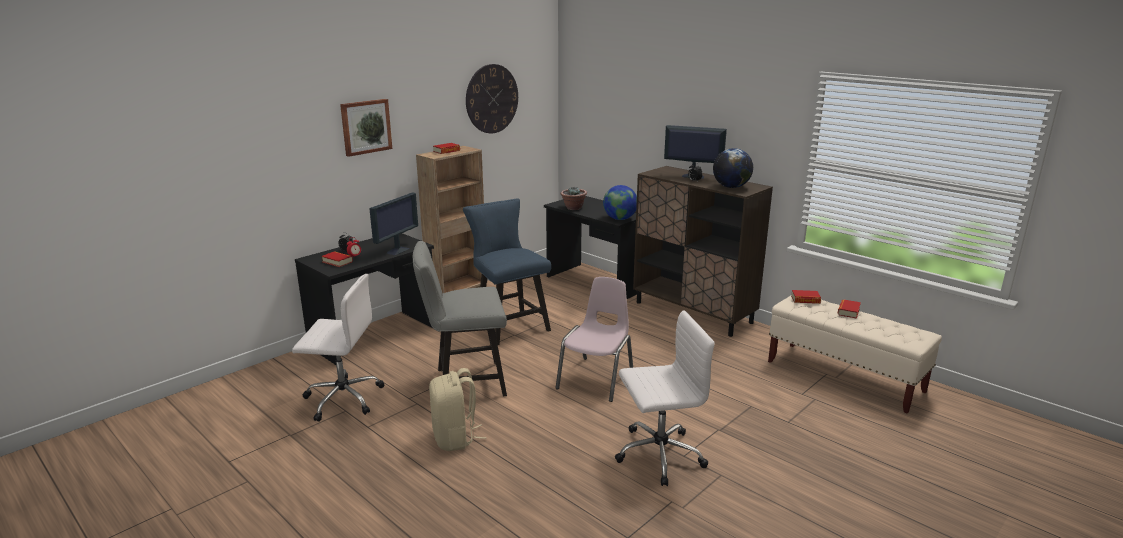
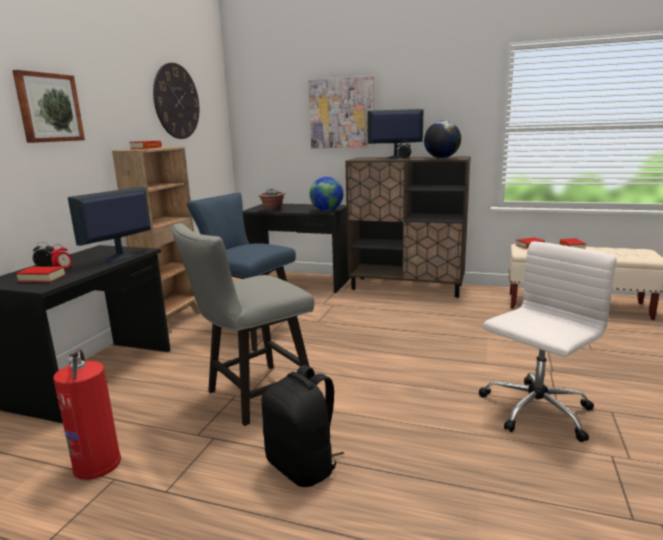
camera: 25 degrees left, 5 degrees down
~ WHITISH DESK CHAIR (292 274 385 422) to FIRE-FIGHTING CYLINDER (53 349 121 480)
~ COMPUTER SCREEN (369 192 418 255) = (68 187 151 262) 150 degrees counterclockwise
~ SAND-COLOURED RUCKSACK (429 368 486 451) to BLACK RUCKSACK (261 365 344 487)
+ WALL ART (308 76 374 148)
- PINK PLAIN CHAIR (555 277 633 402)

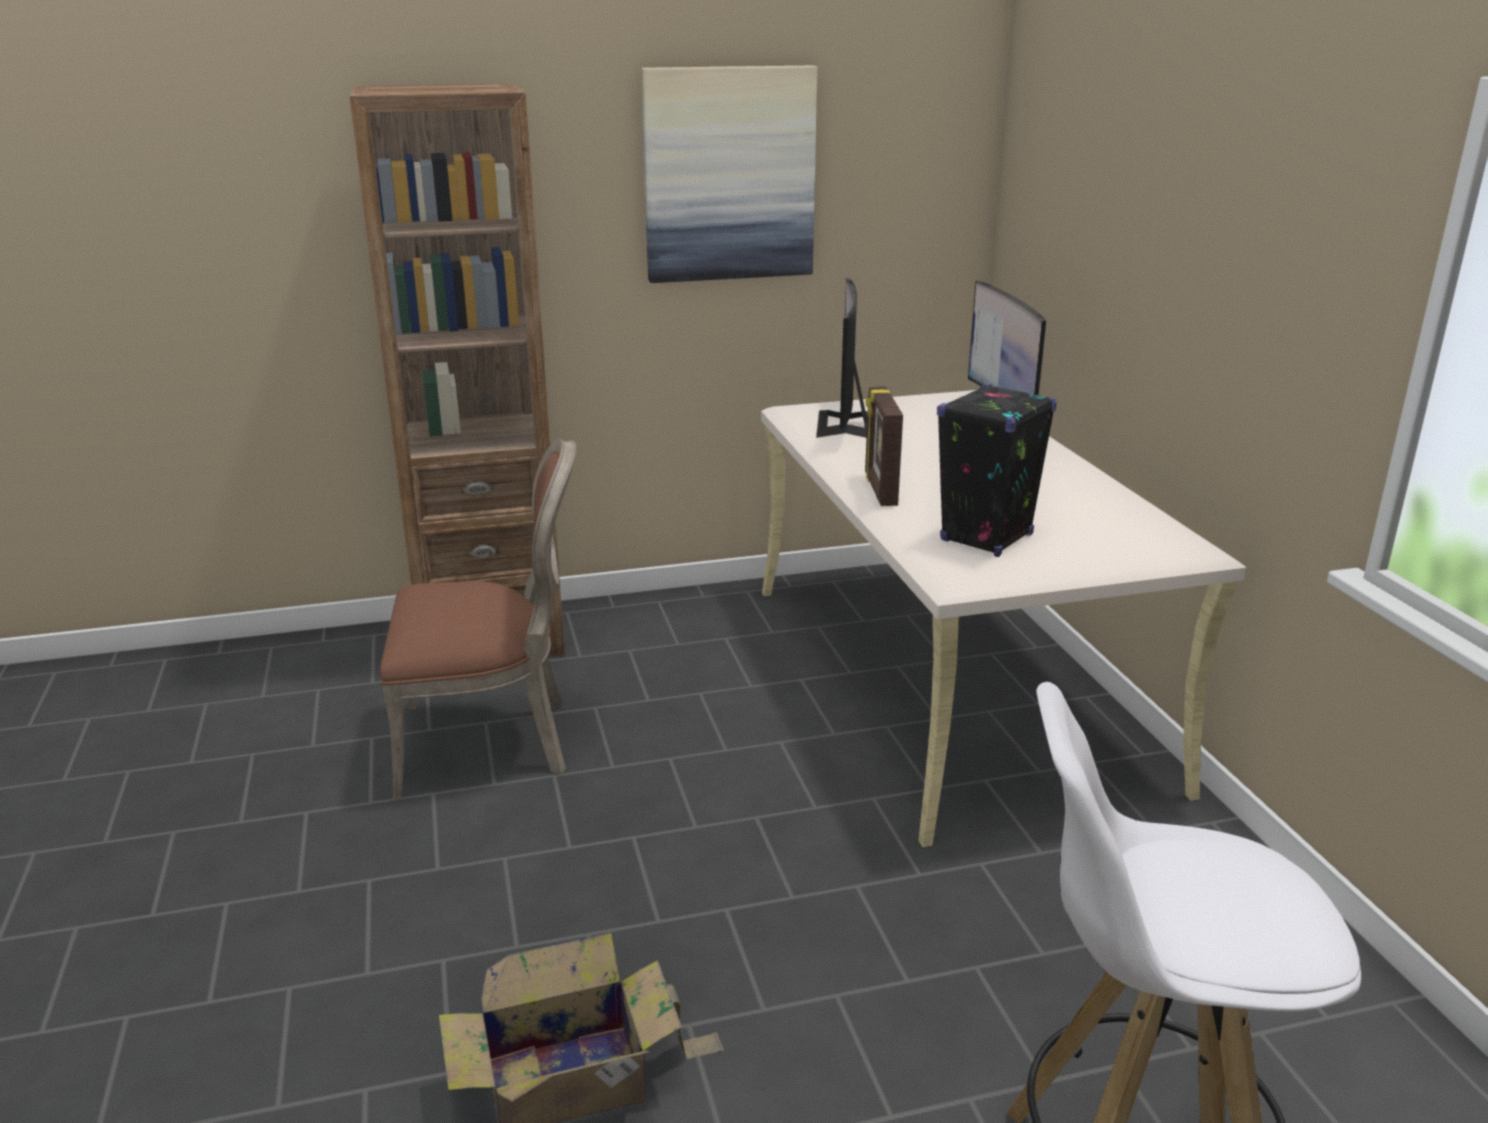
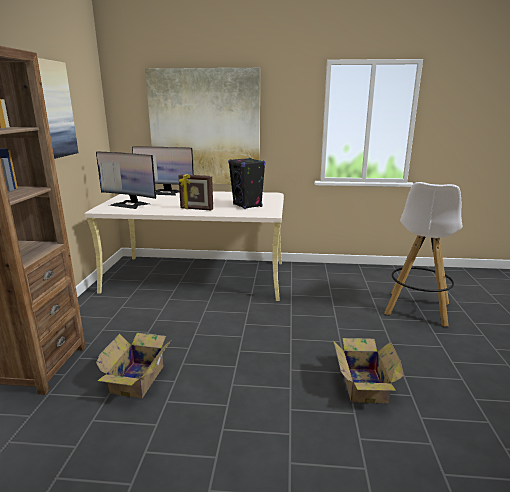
camera: 70 degrees left, 5 degrees down
~ BROWNISH PLAIN CHAIR (380 439 576 800) to PACKING BOX (96 333 171 398)
+ WALL ART (145 68 260 184)

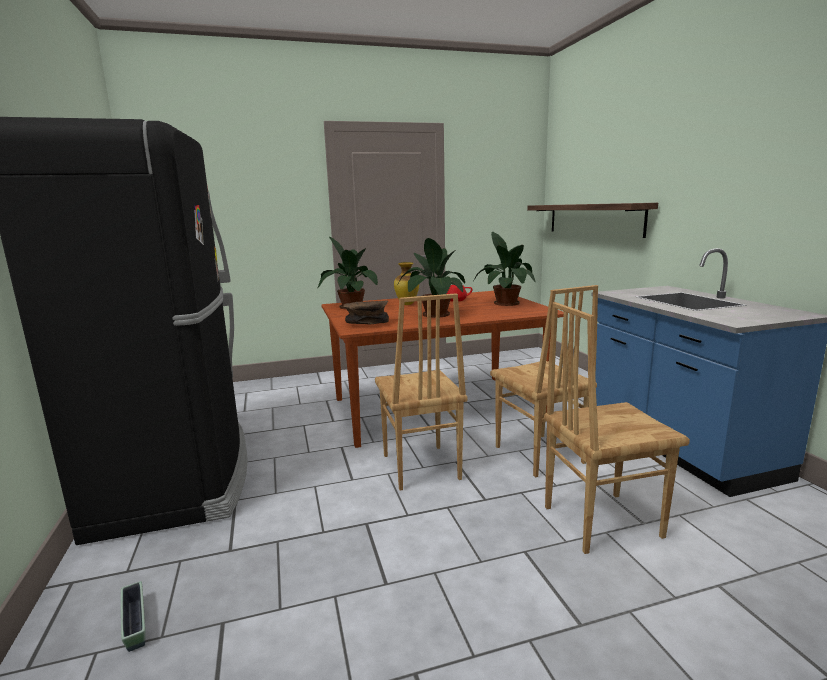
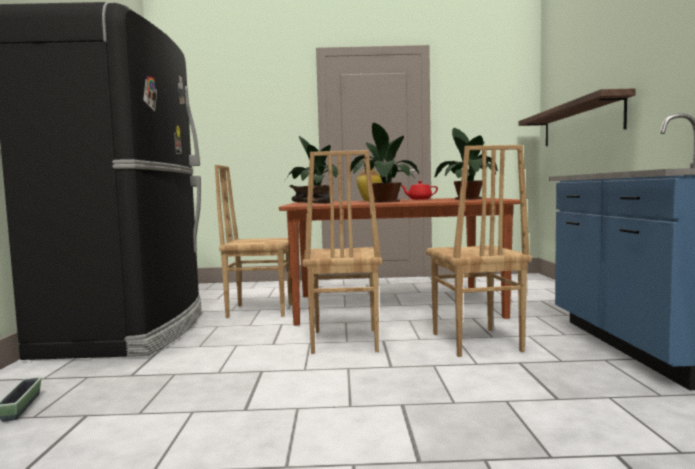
camera: 15 degrees right, 10 degrees down
~ BROWNISH PLAIN CHAIR (544 302 690 554) to (215 165 292 318)

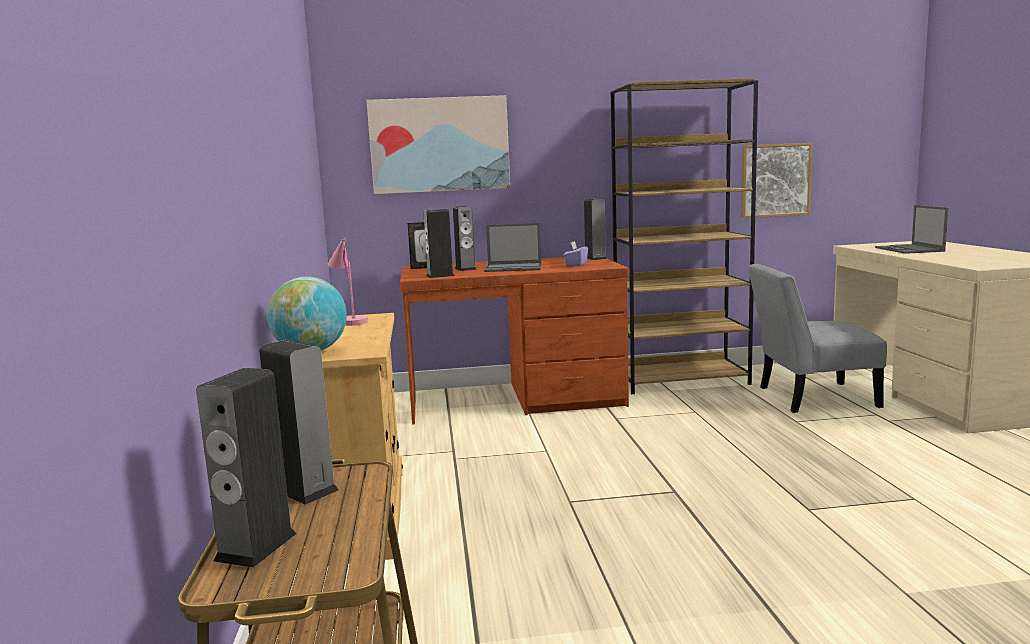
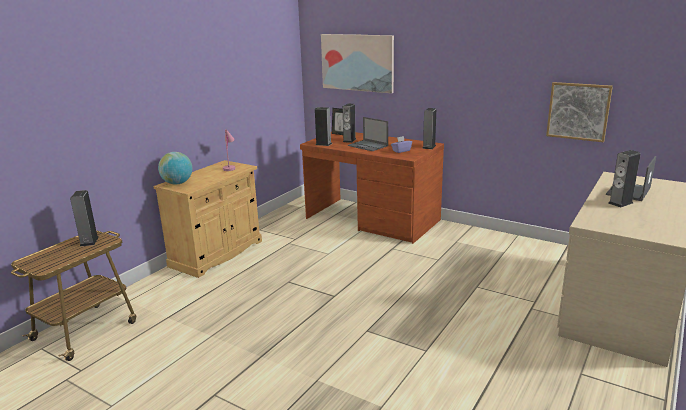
camera: 40 degrees right, 10 degrees up
~ SPEAKER (196 368 297 568) to (608 150 641 207)
- BROWNISH BOOKCASE (611 78 758 394)
- GREY PLAIN CHAIR (748 264 887 413)

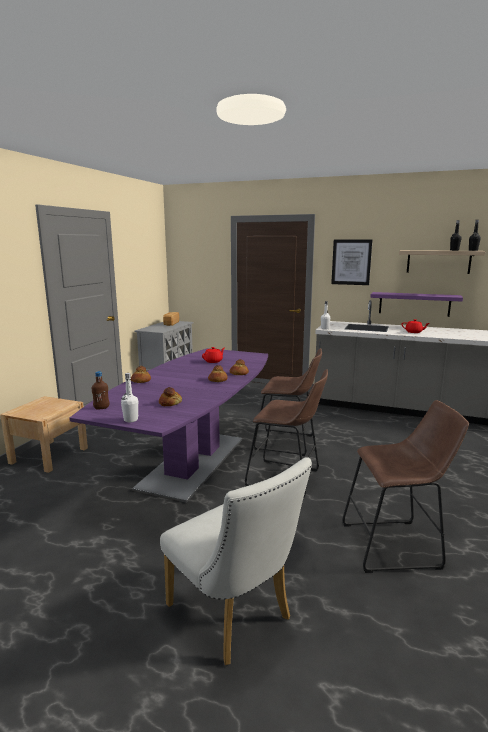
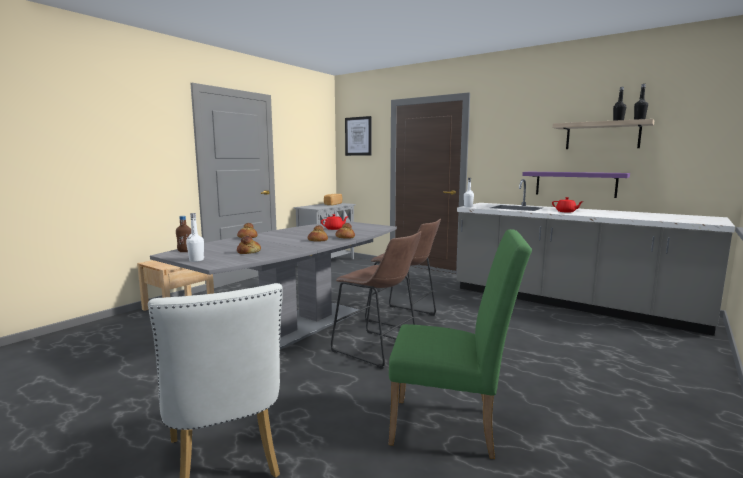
camera: 15 degrees right, 5 degrees down
~ PURPLE-COLOURED KITCHEN TABLE (69 348 268 503) to GREY KITCHEN TABLE (150 221 397 350)
~ WALL ART (331 240 372 285) to (345 116 371 156)
~ BROWNISH SITTING STOOL (342 400 469 573) to GREEN-COLOURED PLAIN CHAIR (389 229 532 459)

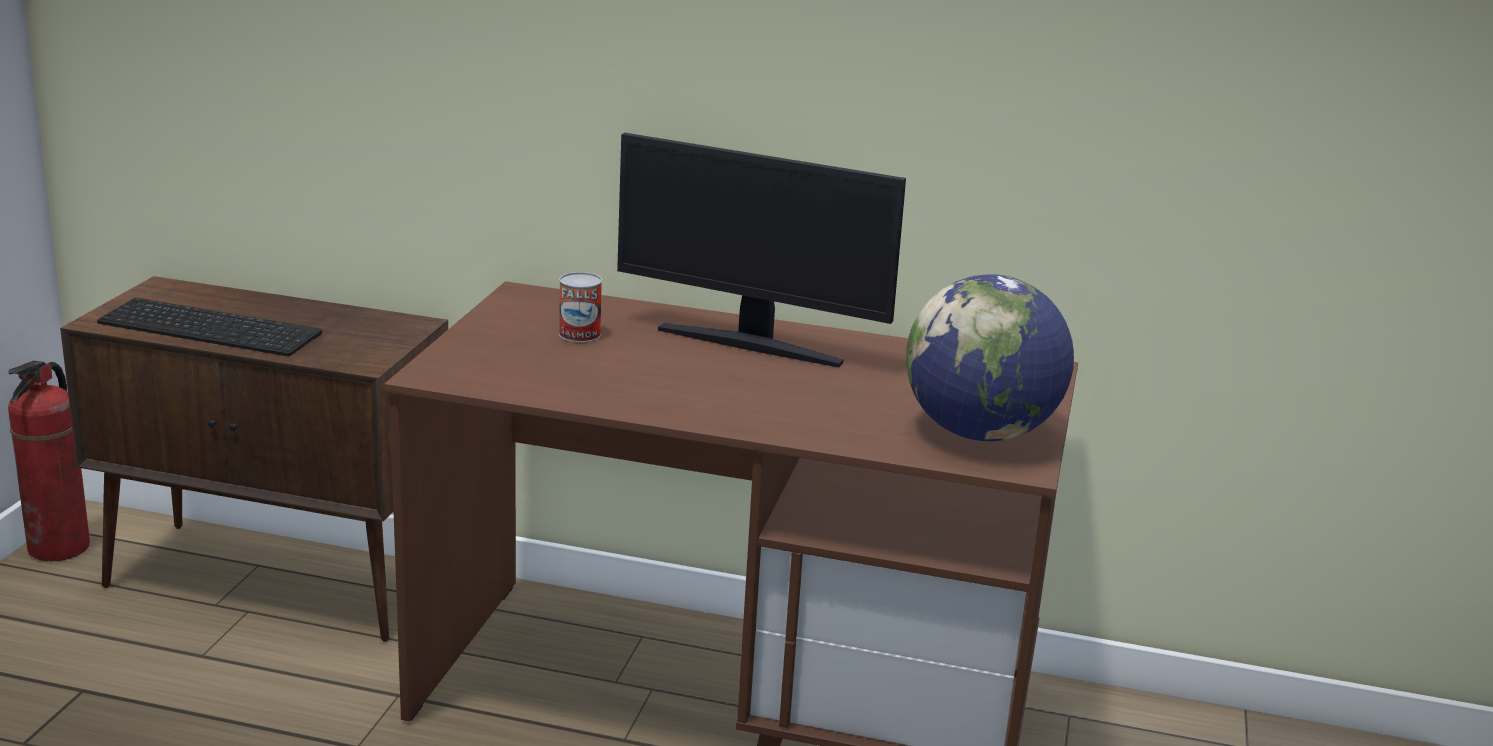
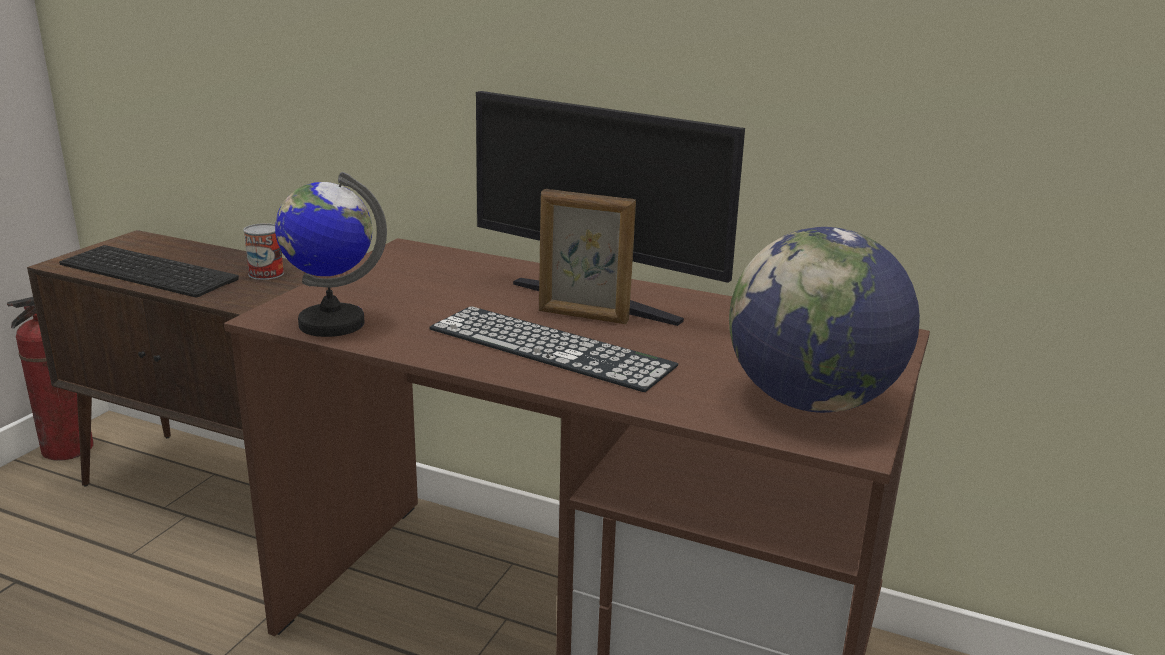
camera: 10 degrees right, 0 degrees up
~ METAL CAN (559 272 602 343) to (243 223 284 280)
+ DESK GLOBE (275 172 387 337)
+ COMPUTER KEYBOARD (429 306 678 392)
+ STANDING FRAME (539 189 636 324)

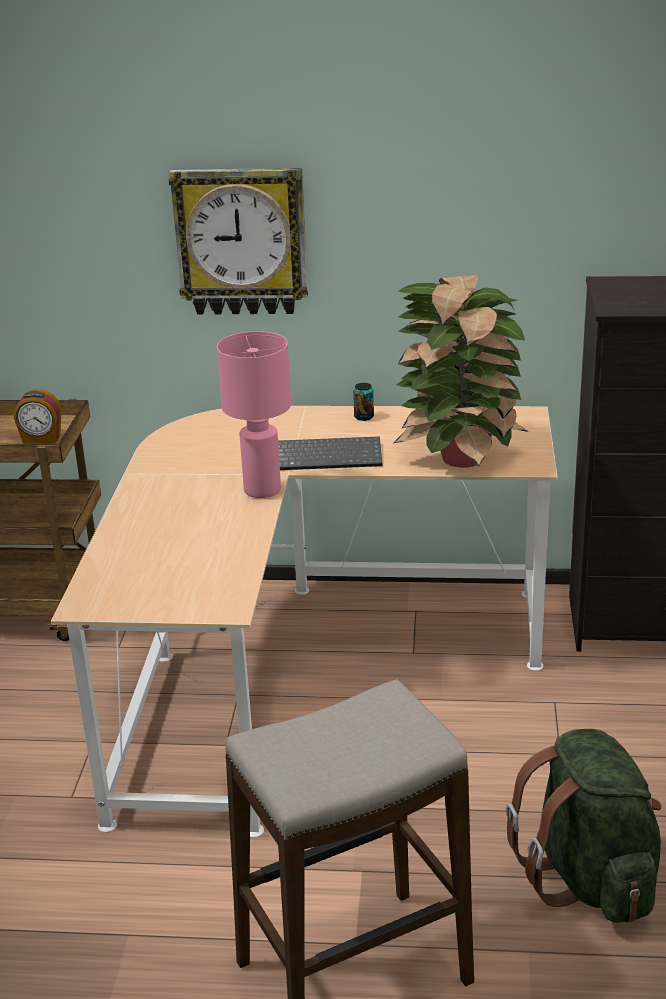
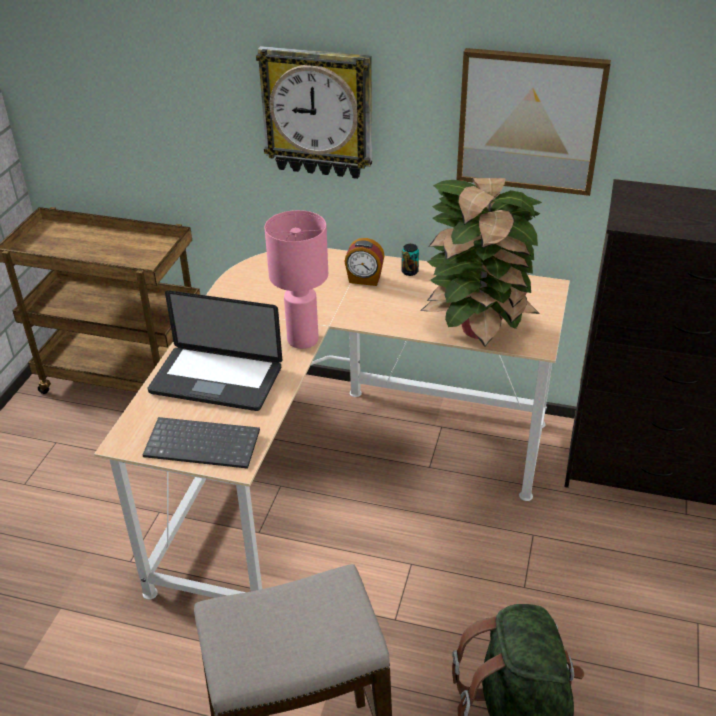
camera: 10 degrees right, 10 degrees up
~ COMPUTER KEYBOARD (278 436 383 470) to (143 417 260 469)
+ NOTEBOOK COMPUTER (148 290 282 411)
~ ALARM CLOCK (14 389 61 444) to (344 238 385 286)
+ WALL ART (457 48 611 196)

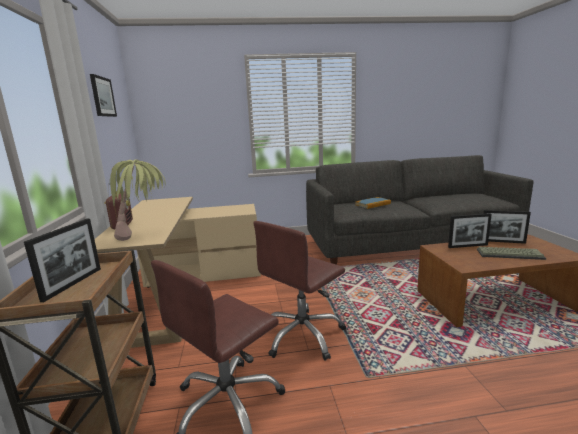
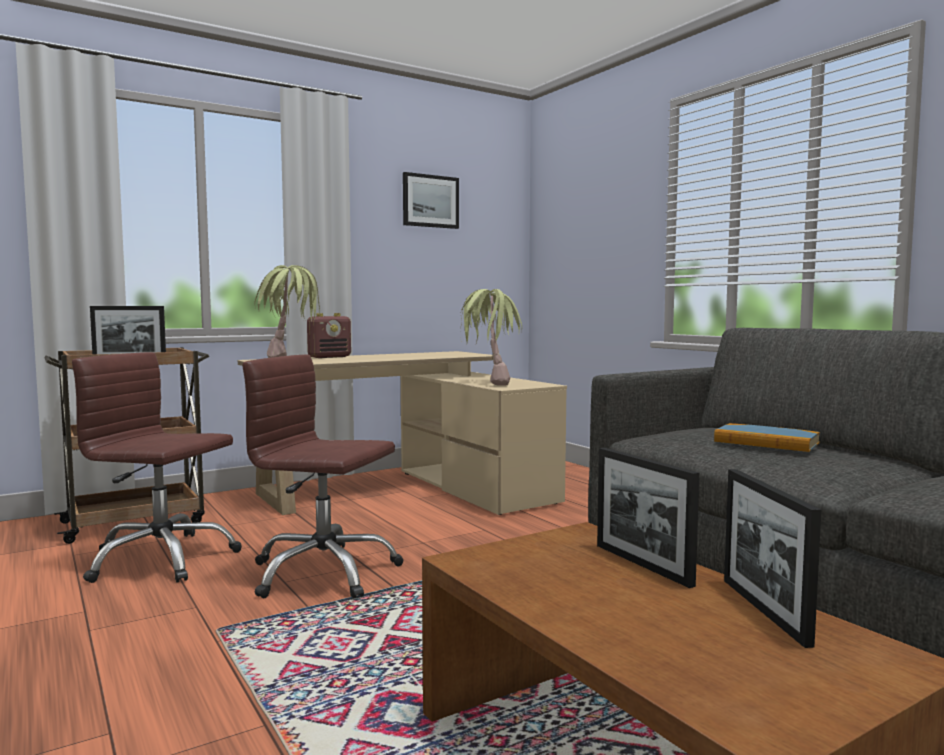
camera: 65 degrees right, 10 degrees down
+ POTTED PLANT (460 289 522 386)
- COMPUTER KEYBOARD (477 247 546 260)

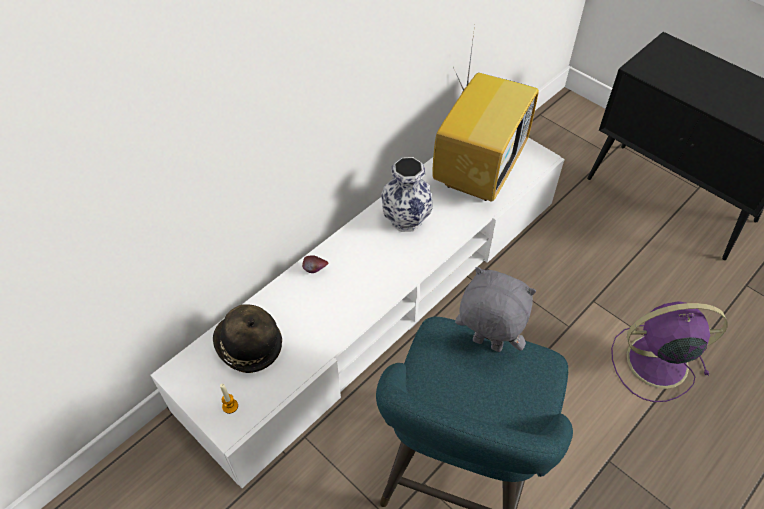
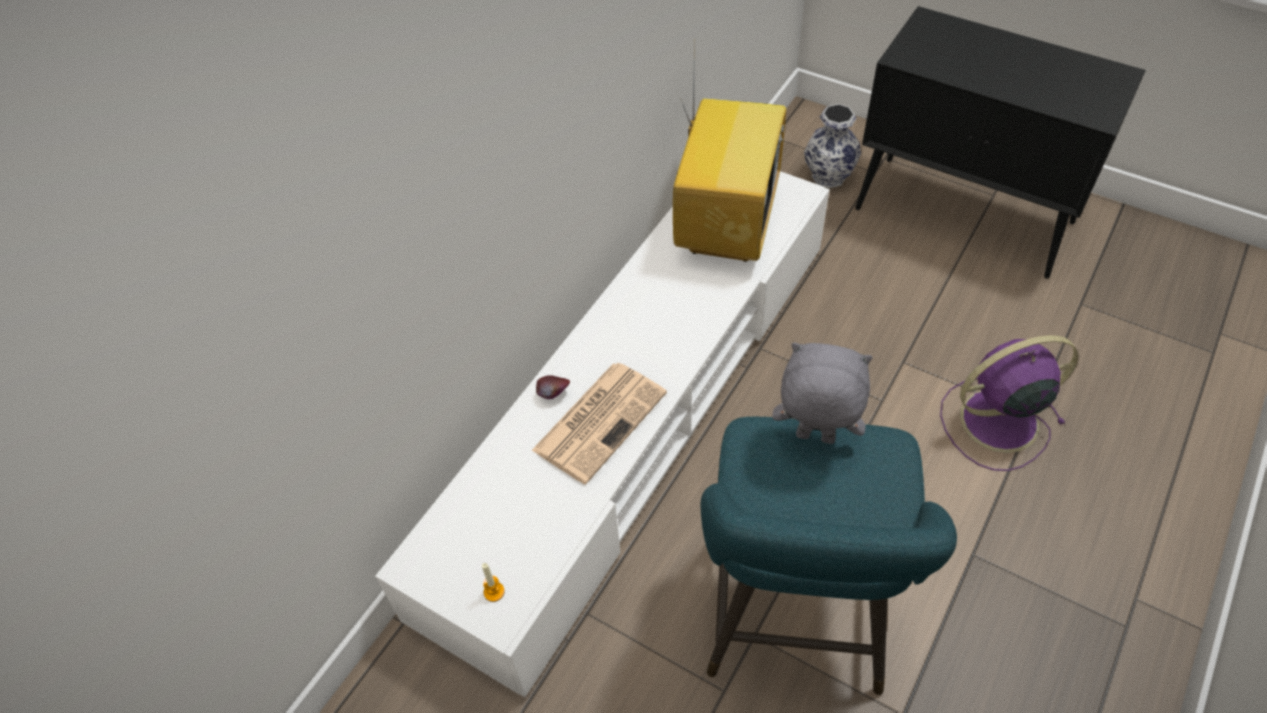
camera: 10 degrees left, 0 degrees up
+ DAILY PAPER (531 363 667 484)
~ FLOWER VASE (381 157 433 232) to (804 104 861 188)
- WEARABLE HAT (213 304 282 373)

